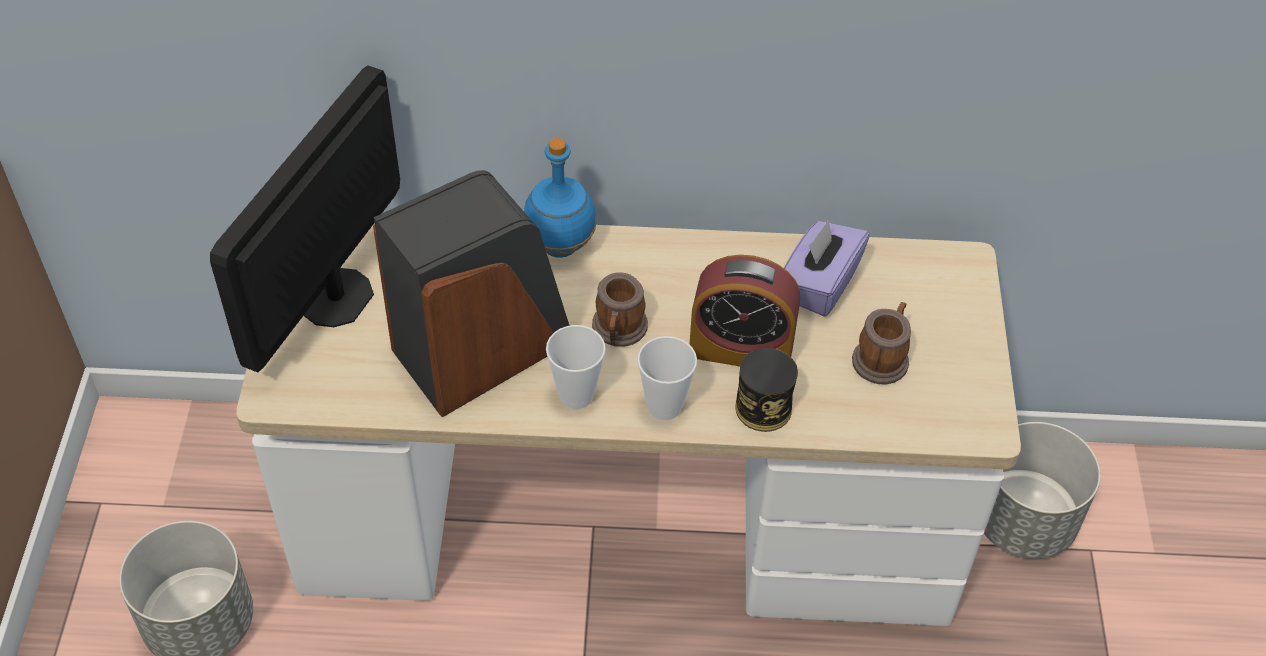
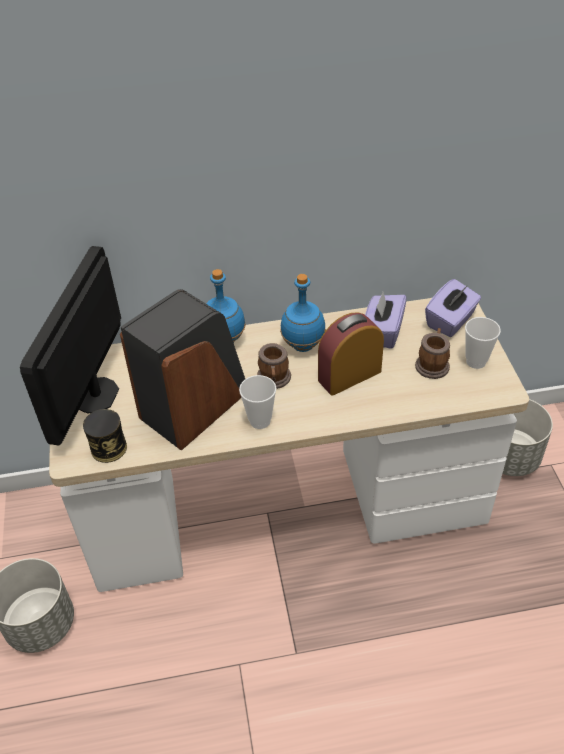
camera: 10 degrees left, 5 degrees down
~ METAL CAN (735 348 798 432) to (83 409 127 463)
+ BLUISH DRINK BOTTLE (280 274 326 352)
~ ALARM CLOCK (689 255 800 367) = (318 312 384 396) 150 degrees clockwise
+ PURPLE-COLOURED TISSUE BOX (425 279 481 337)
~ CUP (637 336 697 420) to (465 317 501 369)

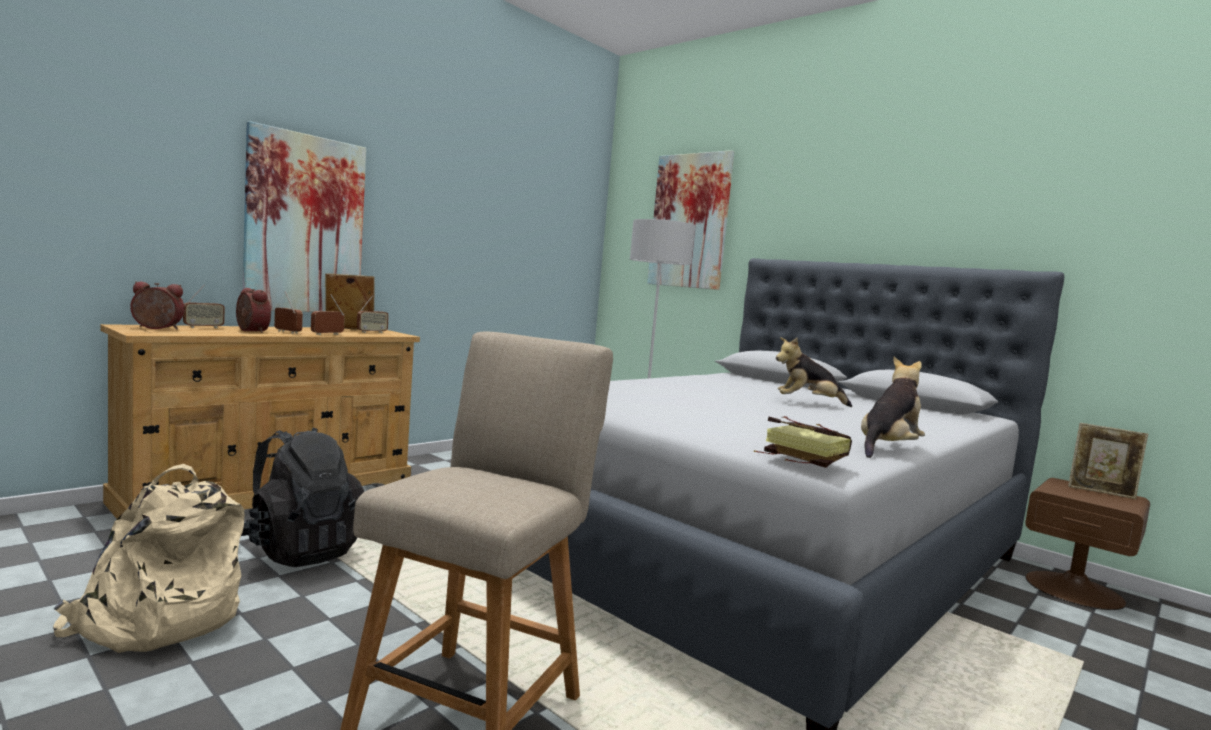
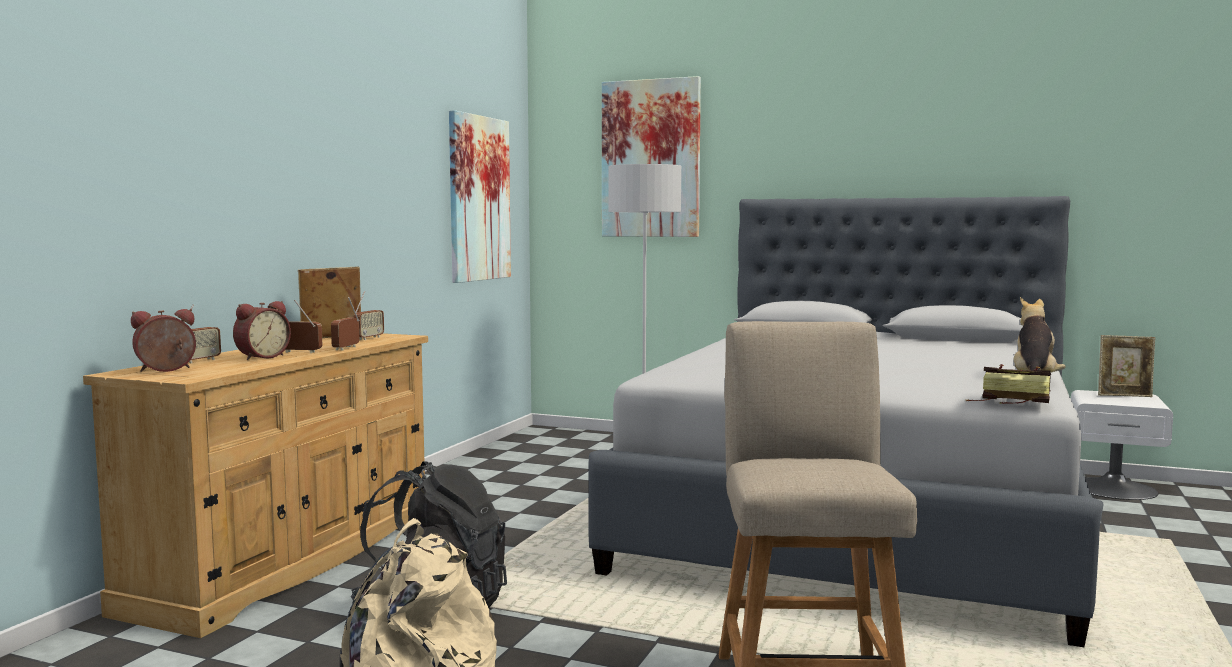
camera: 20 degrees left, 0 degrees up
~ ALARM CLOCK (236 288 271 333) = (233 301 291 360) 105 degrees clockwise
~ WALL ART (243 121 366 312) to (449 110 511 283)
~ BROWNISH BEDSIDE TABLE (1025 478 1150 610) to WHITISH BEDSIDE TABLE (1071 390 1173 500)
- CUDDLY TOY (776 337 852 407)

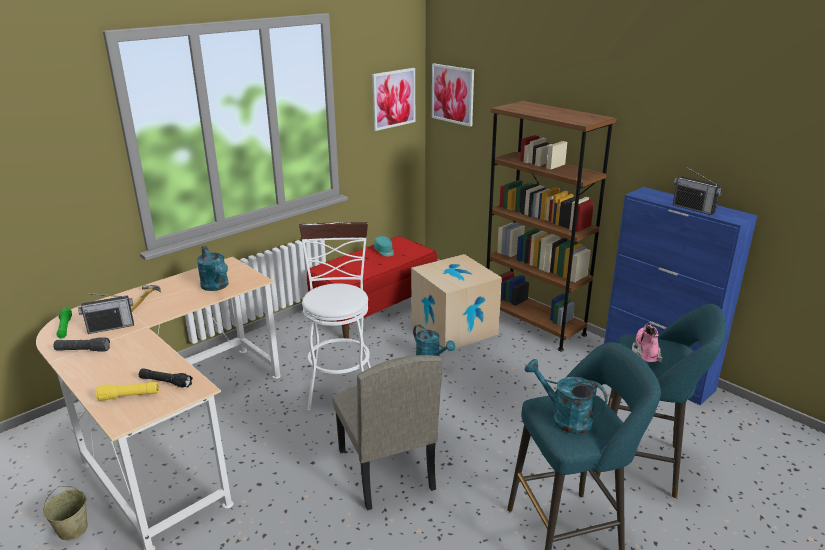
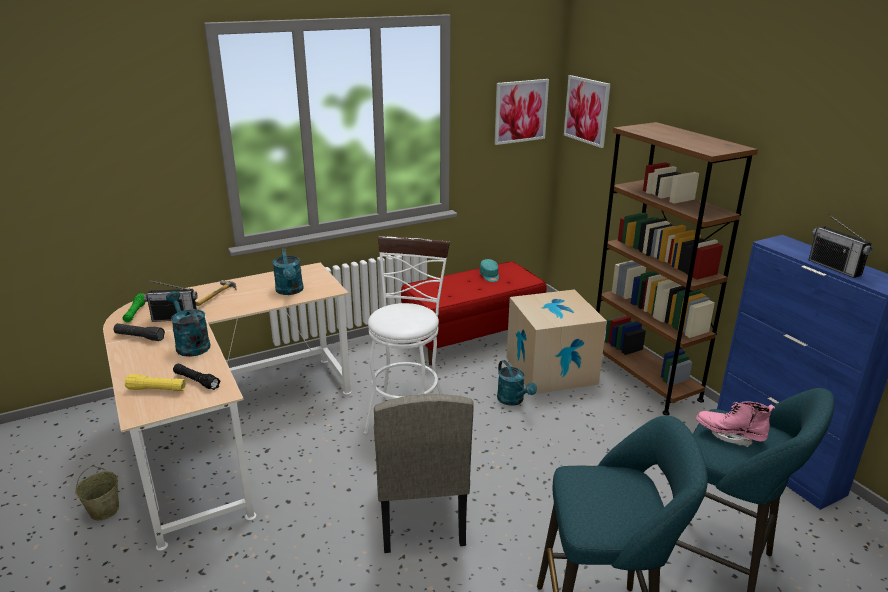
camera: 15 degrees right, 0 degrees up
~ BLUE-GREEN WATERING CAN (524 359 608 434) to (166 291 210 357)
~ PINK BOOT (632 323 663 362) = (696 401 775 447) 90 degrees counterclockwise

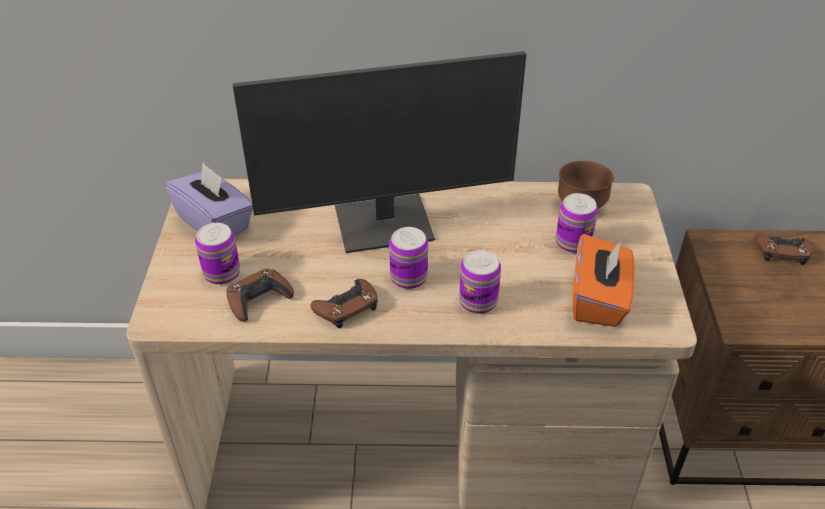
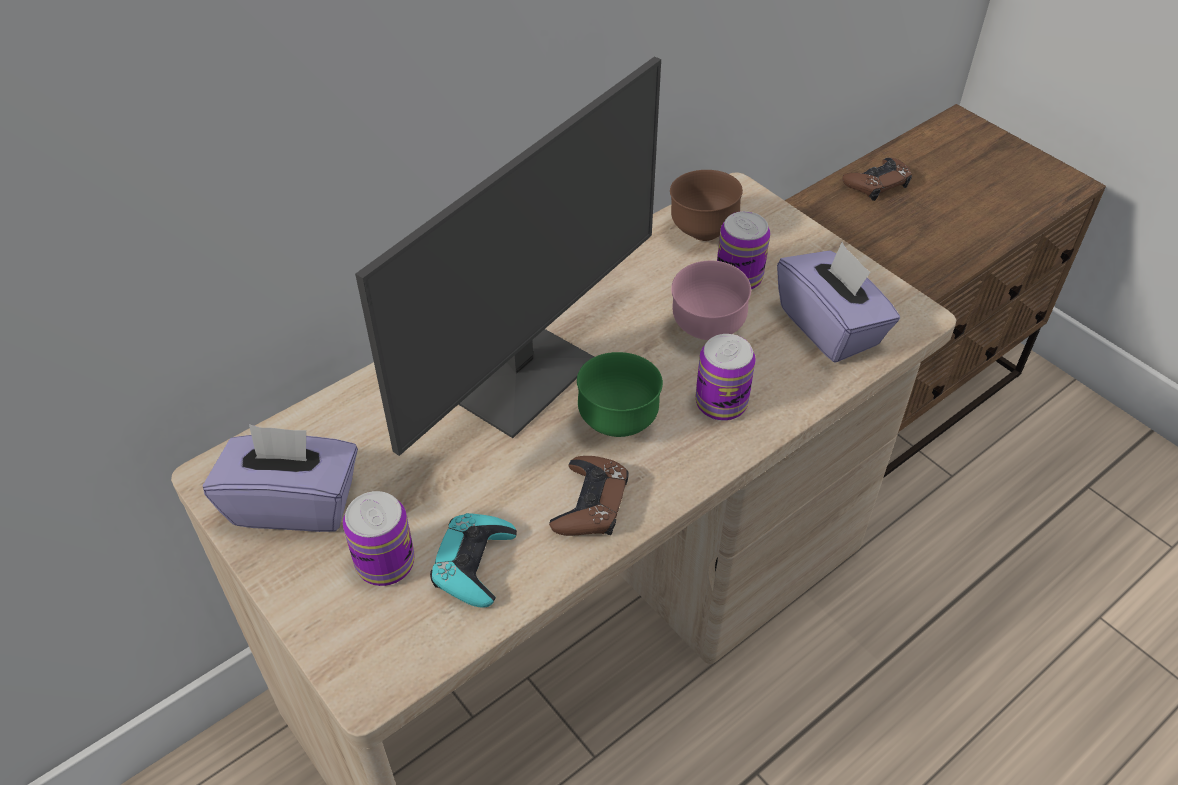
camera: 40 degrees left, 5 degrees up
~ BROWNISH GAME CONTROLLER (226 269 294 322) to BLUE-GREEN GAME CONTROLLER (430 513 517 608)
~ METAL CAN (389 227 428 289) to GREEN-COLOURED BOWL (577 352 663 437)
+ PINK BOWL (671 261 751 340)
~ ORANGE-COLOURED TISSUE BOX (573 234 635 327) to PURPLE-COLOURED TISSUE BOX (777 242 900 363)

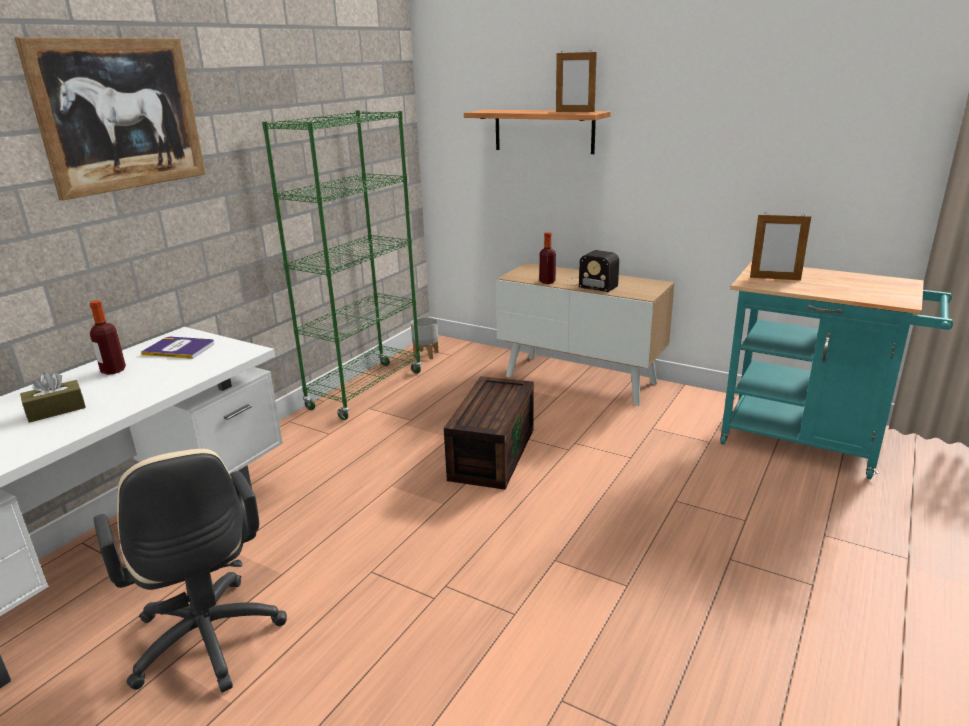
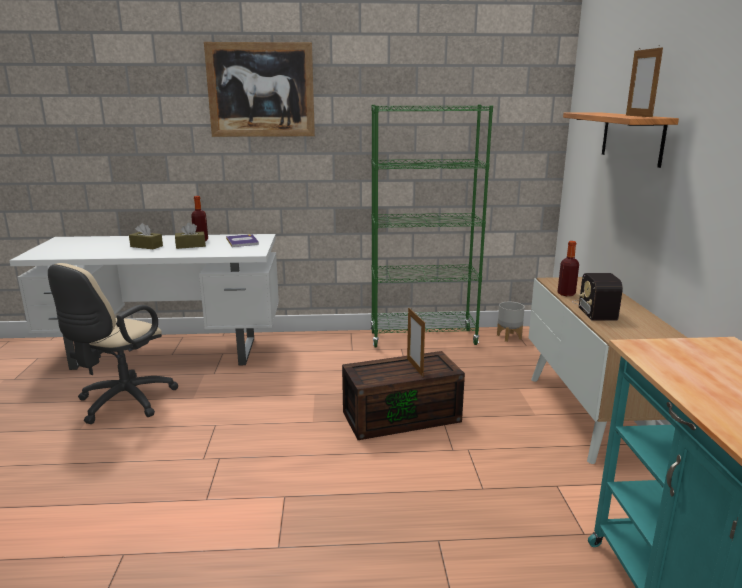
camera: 55 degrees right, 5 degrees down
+ BROWNISH TISSUE BOX (175 222 206 249)
~ STANDING FRAME (750 214 811 280) to (407 308 425 377)

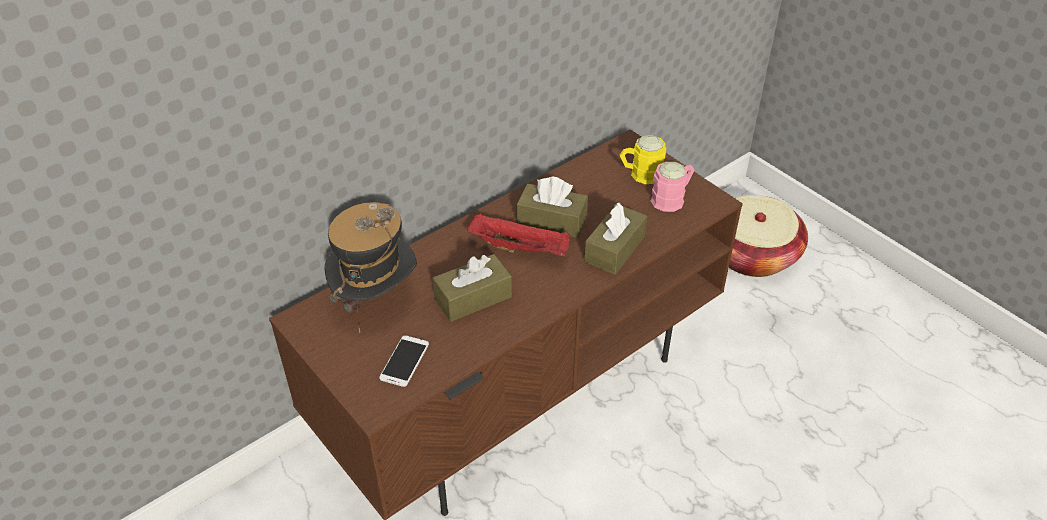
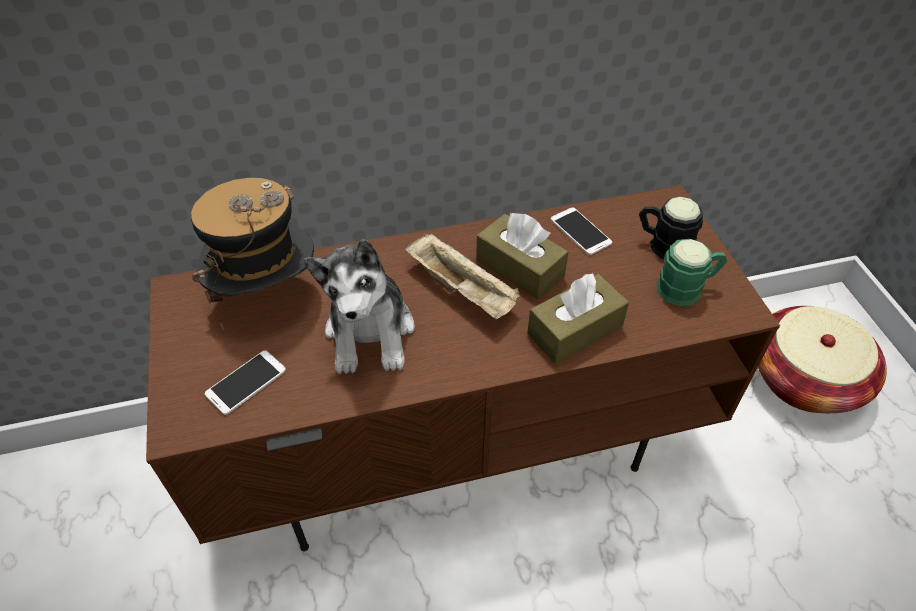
camera: 25 degrees right, 5 degrees up
~ BROWNISH TISSUE BOX (432 254 512 322) to CUDDLY TOY (304 239 415 374)
~ RED-COLOURED TRAY (467 214 570 257) to SAND-COLOURED TRAY (405 233 520 319)
+ TELEPHONE (551 207 612 255)
~ YELLOW-COLOURED MUG (620 135 666 184) to BLACK MUG (639 197 703 259)
~ PINK MUG (650 162 695 212) to GREEN-COLOURED MUG (657 239 727 306)

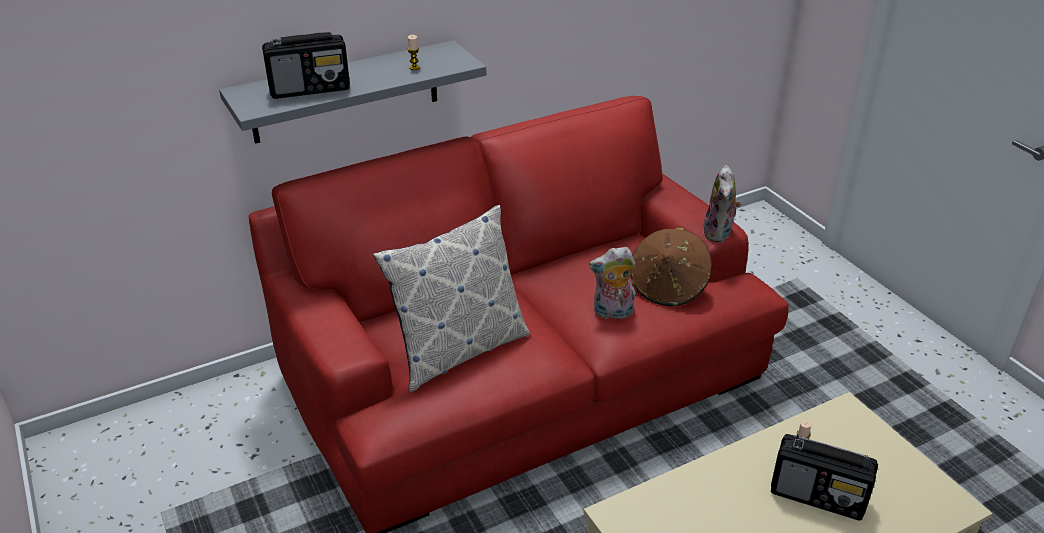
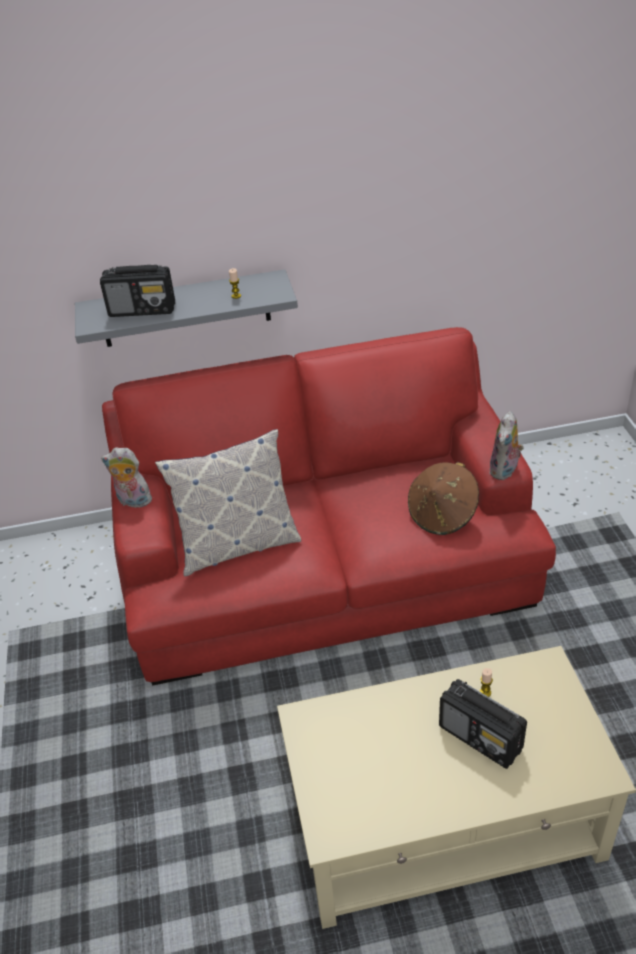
camera: 20 degrees right, 5 degrees up
~ CUDDLY TOY (589 247 635 319) to (101 447 152 508)

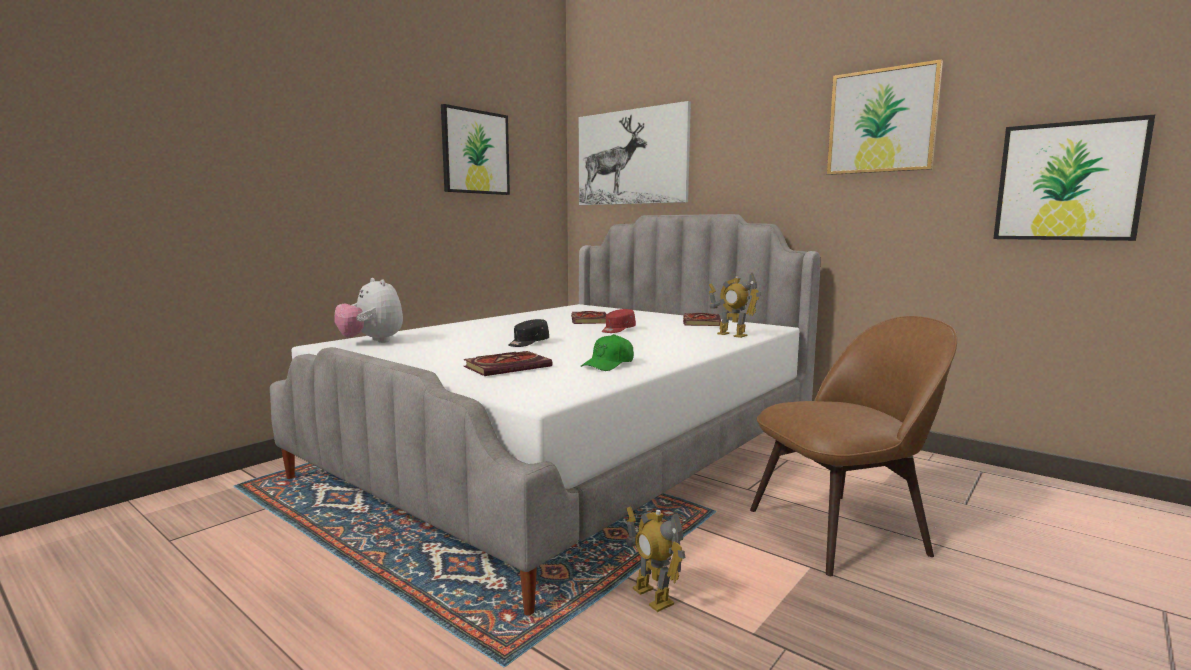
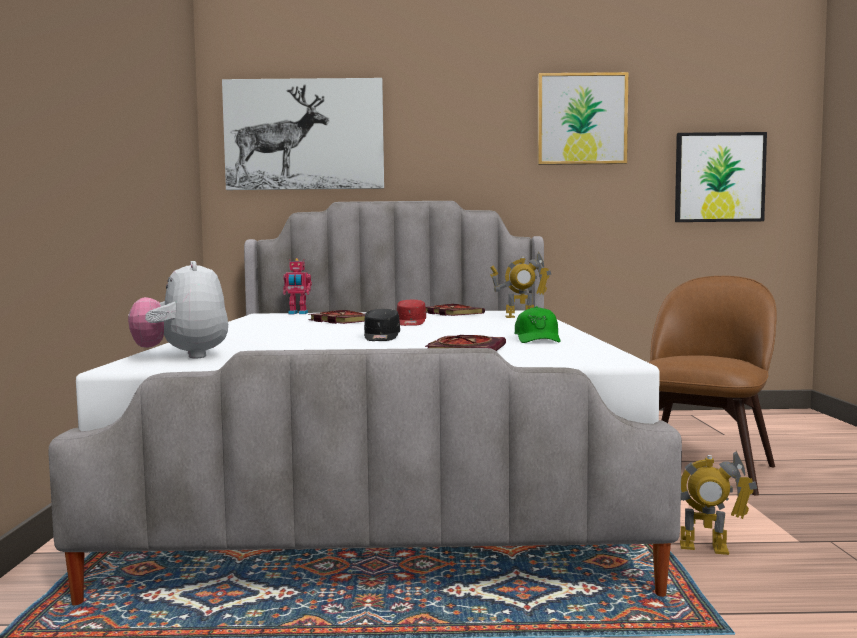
camera: 40 degrees left, 5 degrees down
~ CUDDLY TOY (334 278 403 343) = (128 261 228 358) 60 degrees clockwise
+ ROBOT FIGURE (283 258 312 314)
- WALL ART (441 104 510 195)

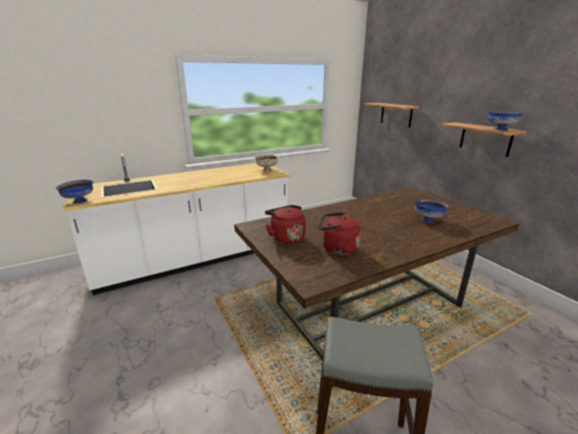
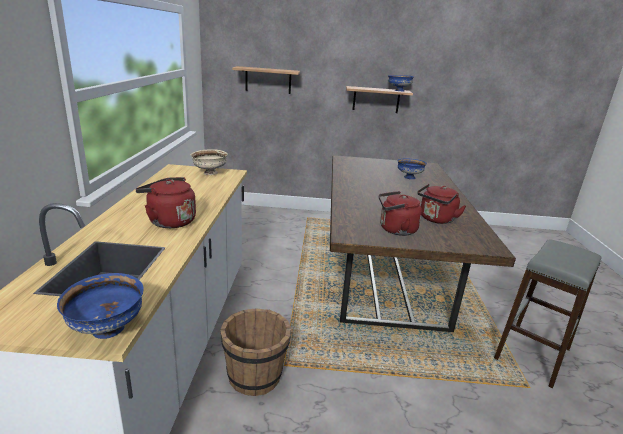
camera: 60 degrees left, 0 degrees up
+ RED-COLOURED WATER KETTLE (135 177 196 228)
+ BROWNISH PAIL (220 308 291 396)

